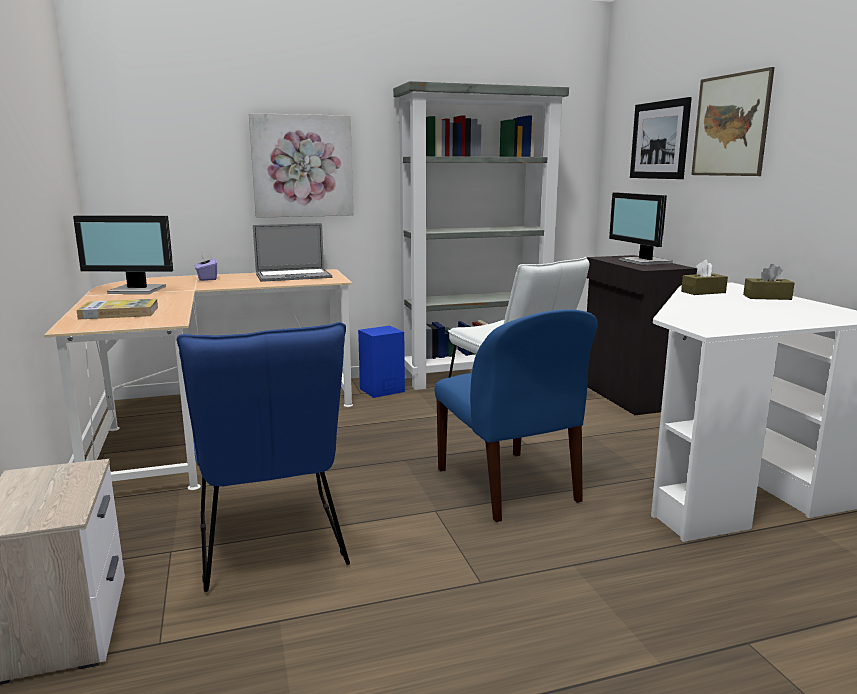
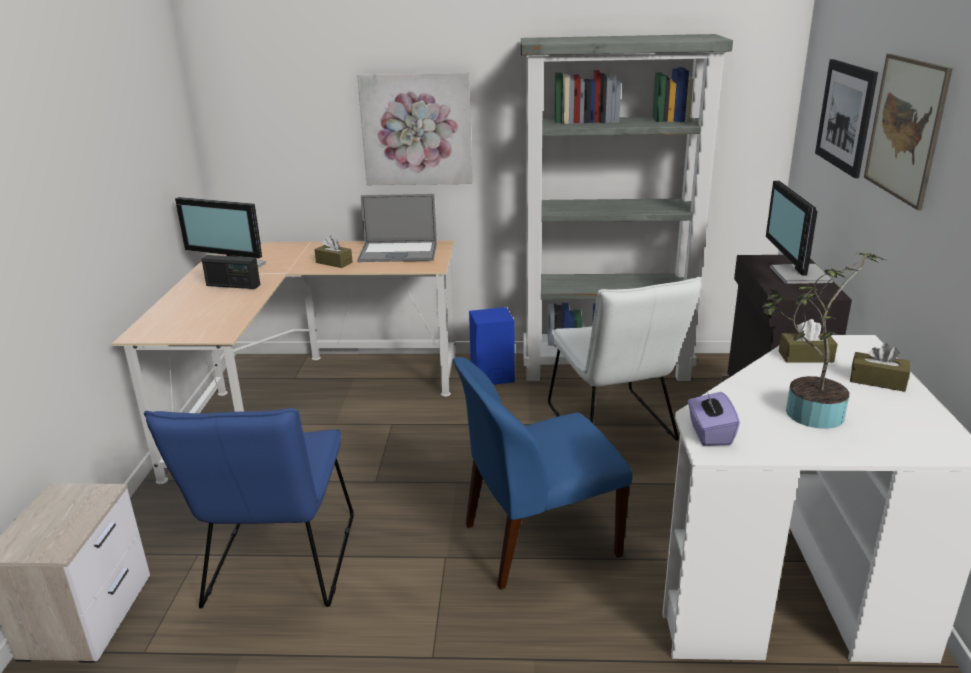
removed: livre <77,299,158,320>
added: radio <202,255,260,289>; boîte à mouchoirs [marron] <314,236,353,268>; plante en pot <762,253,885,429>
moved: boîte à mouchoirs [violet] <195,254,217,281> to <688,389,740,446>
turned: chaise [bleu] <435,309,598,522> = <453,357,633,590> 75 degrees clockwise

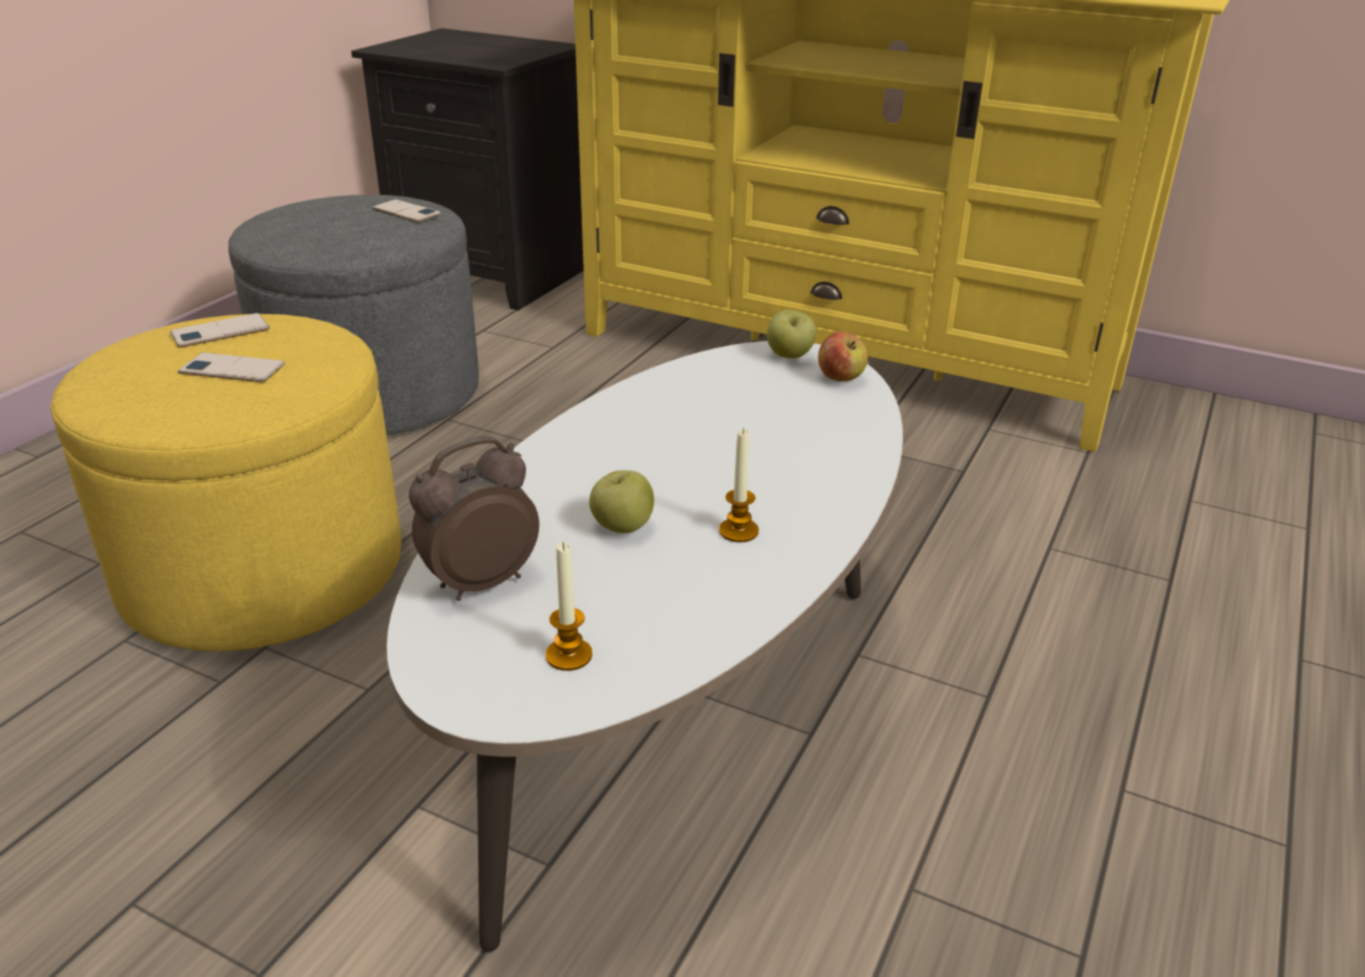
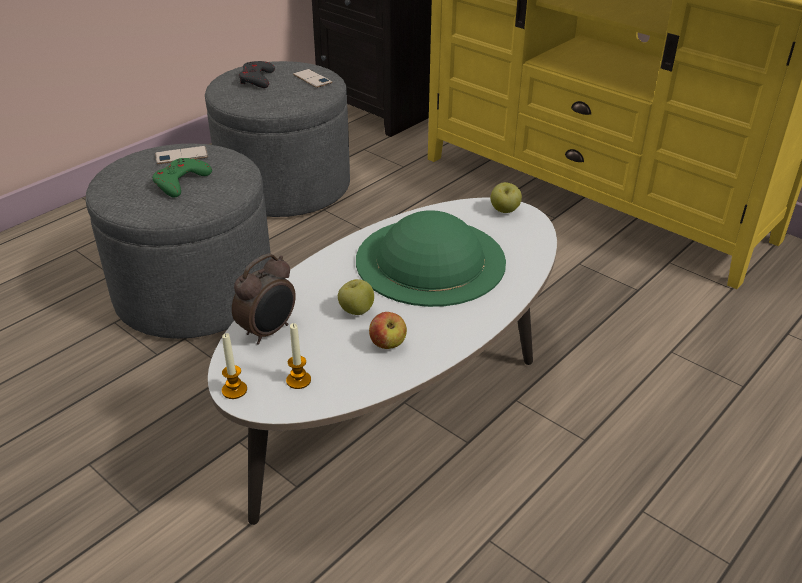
added: manette [gris] <239,61,275,88>; chapeau [vert] <356,210,506,307>
moved: bougie <719,428,759,542> to <222,333,247,399>; pomme <818,332,868,382> to <369,312,407,349>
replaced: téléphone <178,353,285,382> to manette [vert] <152,158,212,197>
recoloured: pouf [jaune] <50,314,402,651> to pouf [gris] <86,143,271,339>
turned: réveil <409,436,539,601> = <232,253,296,345> 150 degrees clockwise

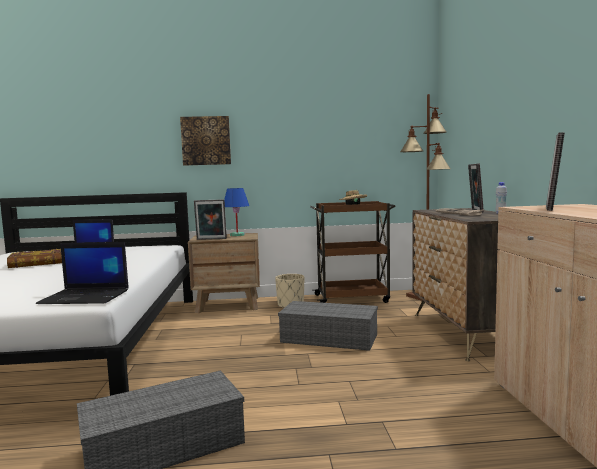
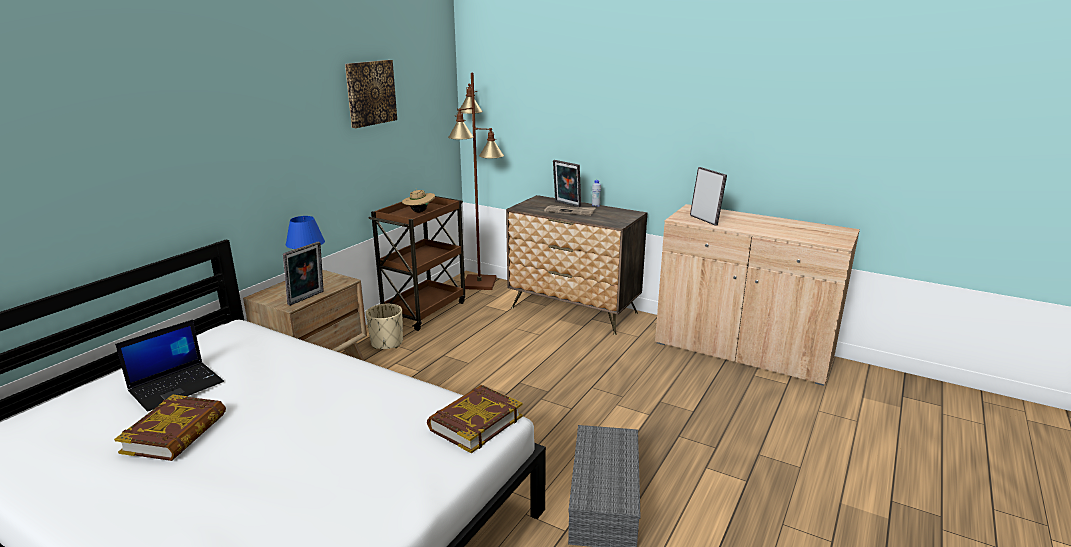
removed: boîte de rangement [gris] <278,301,378,351>
moved: tableau <180,116,231,166> to <345,60,397,128>
replaced: ordinateur portable <36,242,129,304> to livre <427,385,523,453>

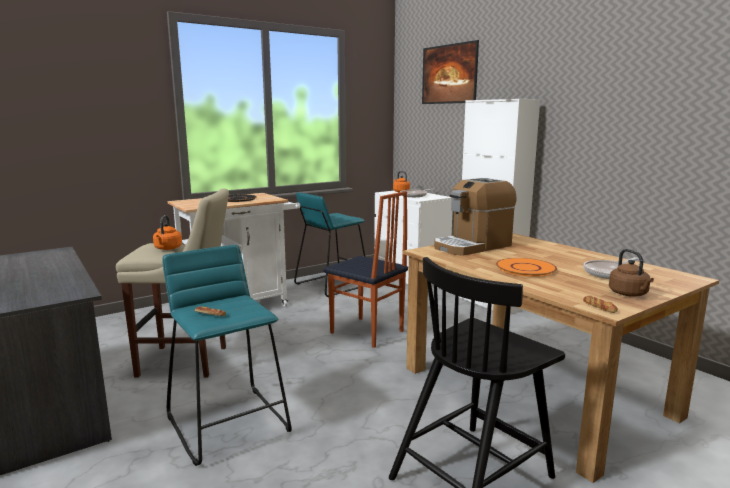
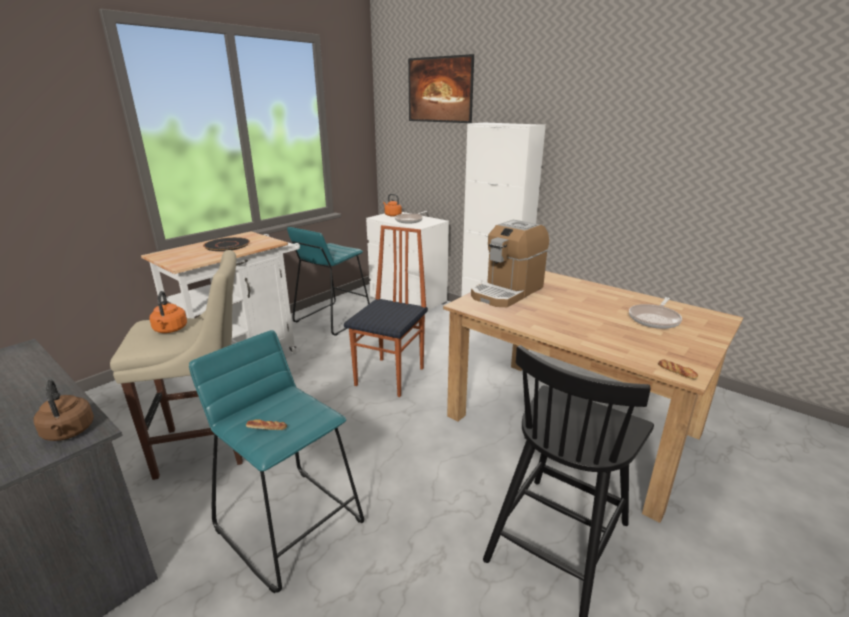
removed: assiette [orange] <496,258,557,277>
moved: bouilloire [marron] <609,249,654,296> to <33,380,94,441>
turned: chaise <323,191,408,348> = <344,225,428,397> 90 degrees counterclockwise

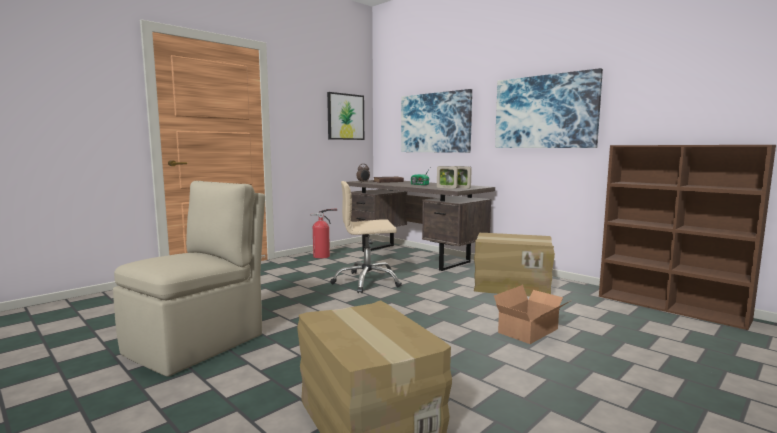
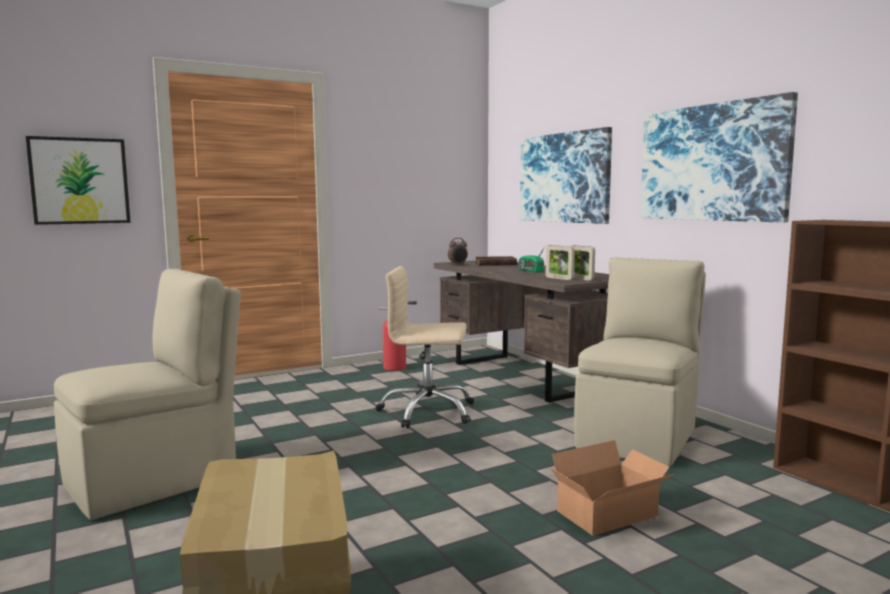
moved: tableau <327,92,364,140> to <26,136,131,225>
replaced: carton <474,233,555,296> to chaise [beige] <574,257,706,467>

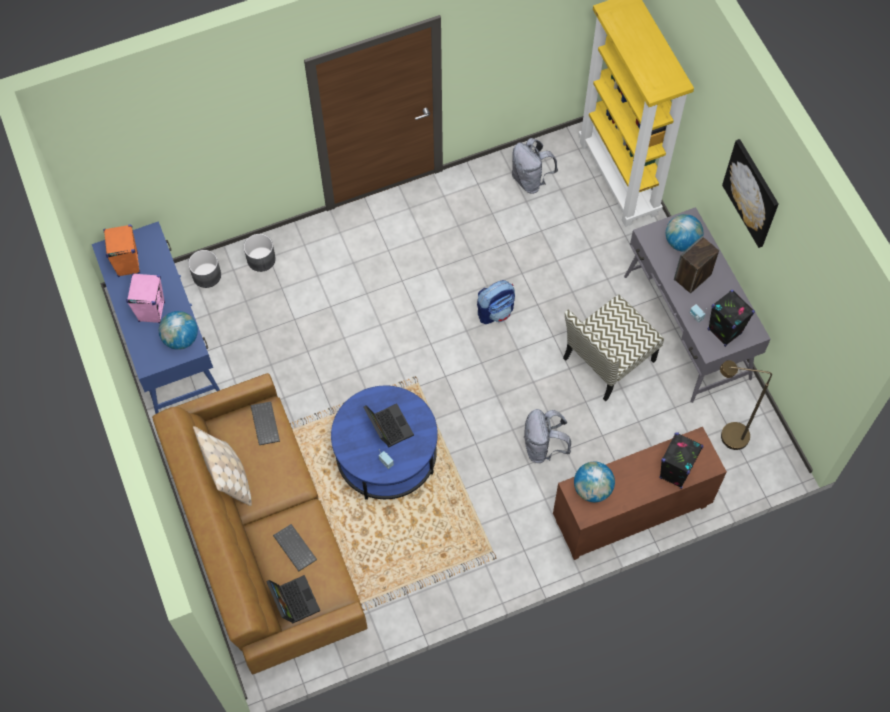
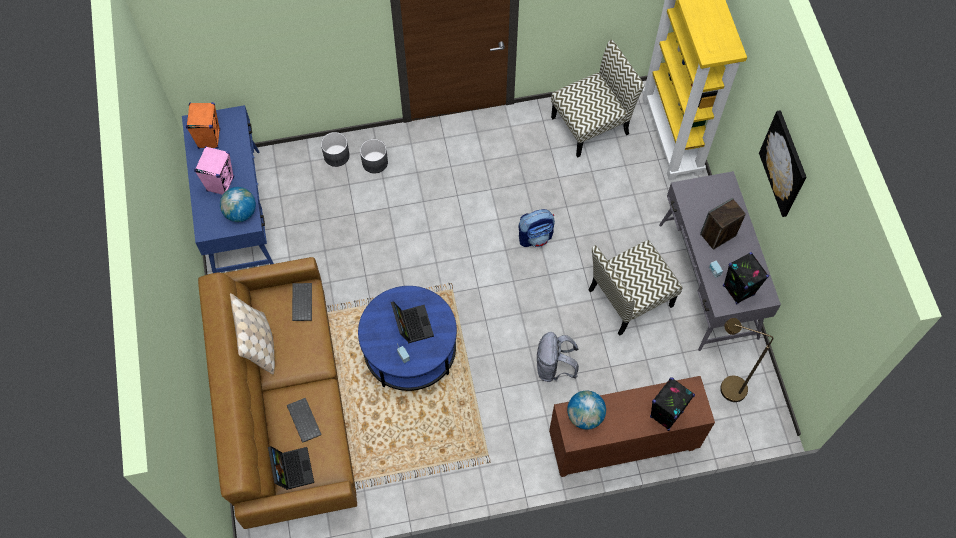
removed: globe <666,214,703,252>
moved: cache-pot [gris] <188,250,221,288> to <360,139,388,173>
replaced: sac à dos [gris] <512,138,558,194> to chaise <551,40,645,157>

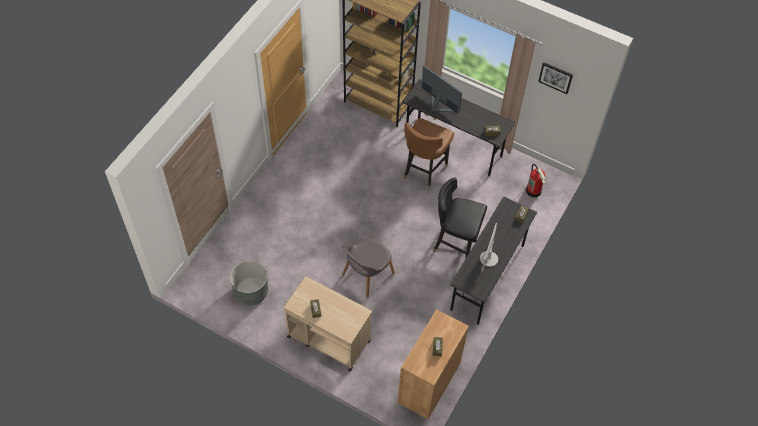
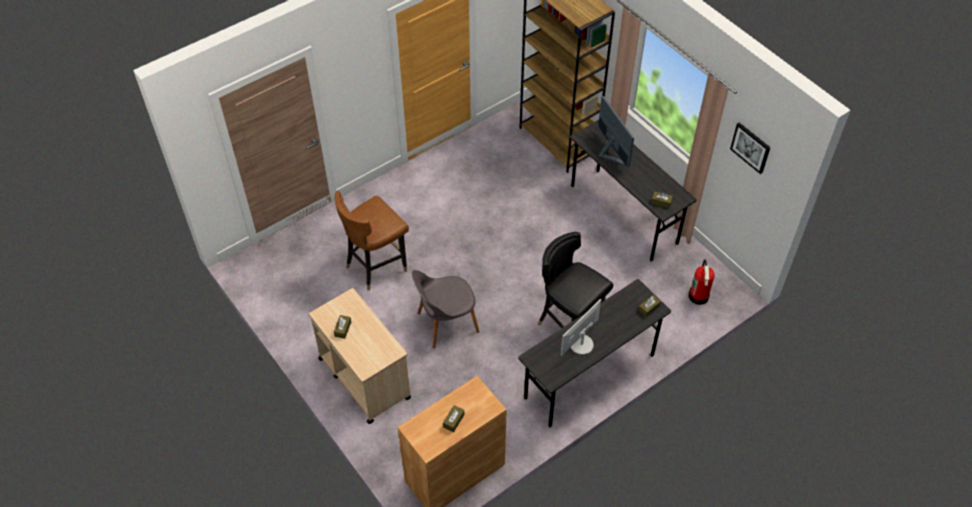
removed: cache-pot [gris] <230,261,268,305>
moved: chaise [marron] <403,118,454,190> to <334,191,409,291>

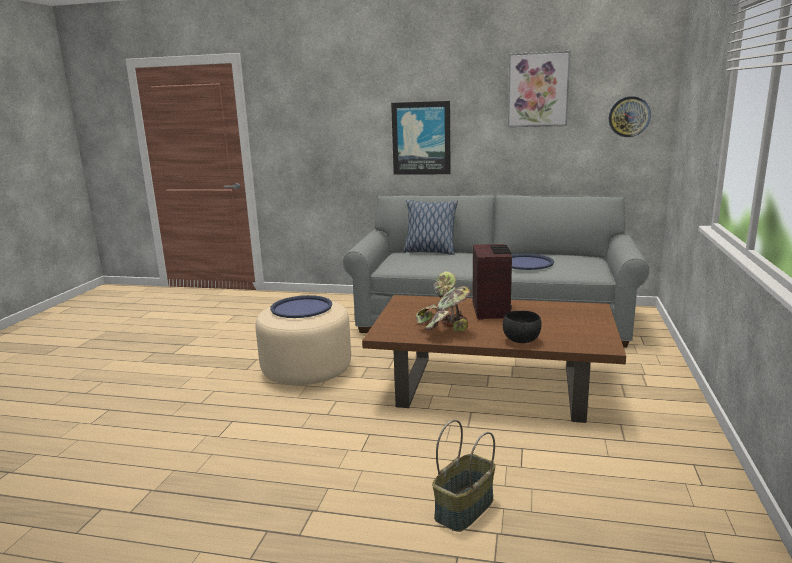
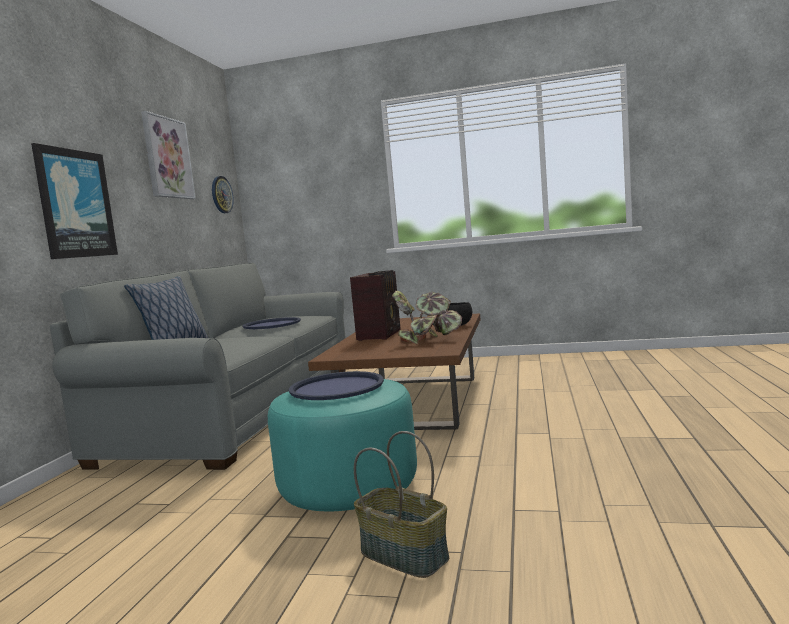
moved: panier <432,420,495,532> to <354,431,449,578>
recoloured: pouf [beige] <256,301,351,385> to pouf [turquoise] <268,379,417,511>
turned: radio <473,244,512,320> = <350,270,401,341> 105 degrees clockwise

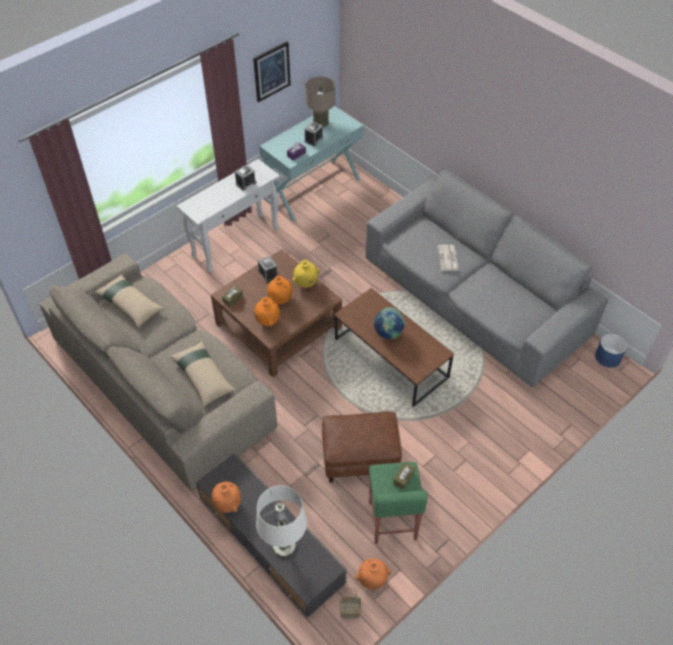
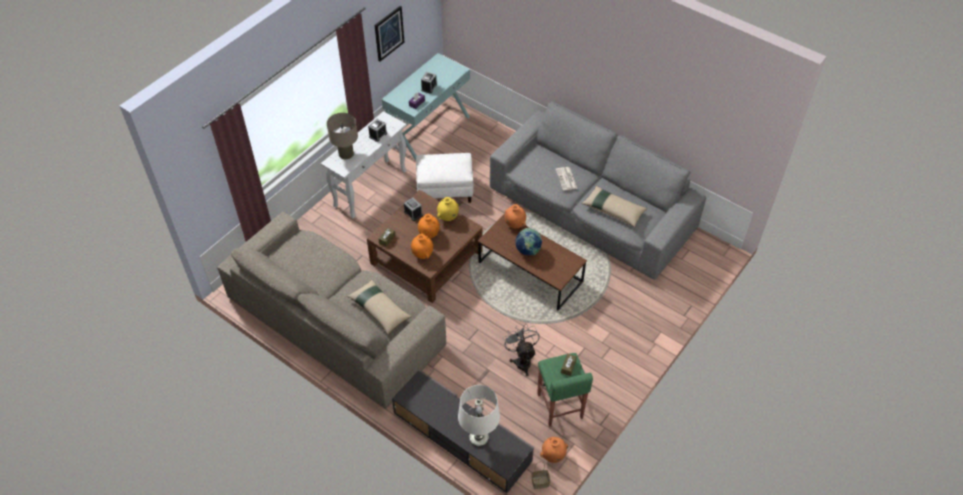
removed: cache-pot [bleu] <595,333,627,368>
added: pouf [blanc] <416,153,474,203>
moved: coussin [beige] <94,274,164,328> to <582,186,647,227>; vase [orange] <211,482,241,513> to <505,204,526,228>; lampe de table [beige] <305,76,335,127> to <327,113,358,159>
replaced: pouf [marron] <322,411,402,483> to ventilateur [gris] <503,324,540,376>

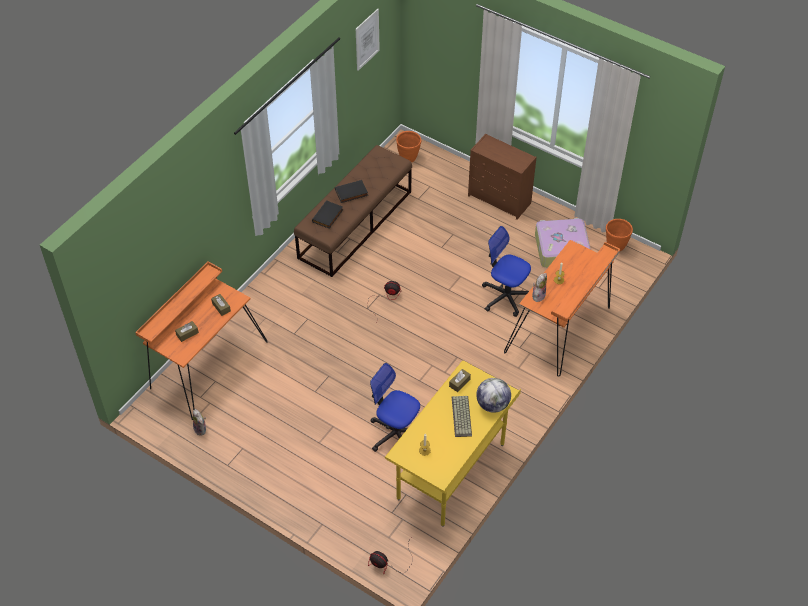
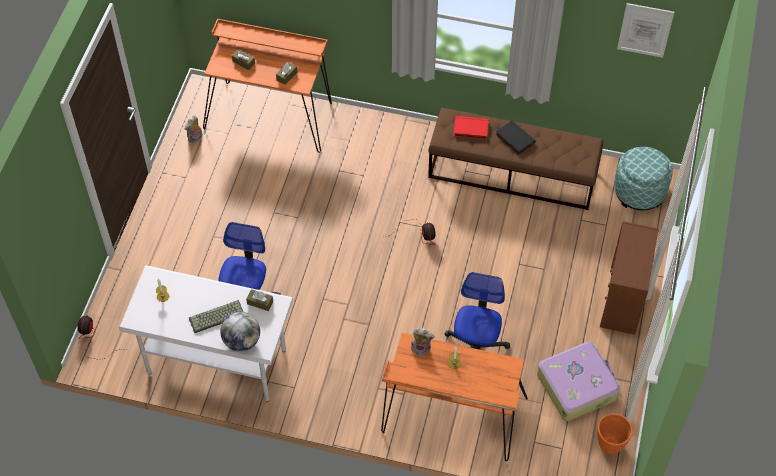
replaced: cache-pot [orange] <396,131,421,162> to pouf <614,147,673,210>
recoloured: livre [noir] <312,200,343,229> to livre [rouge] <453,116,489,140>; bureau [jaune] <385,360,521,527> to bureau [blanc] <118,265,293,402>

